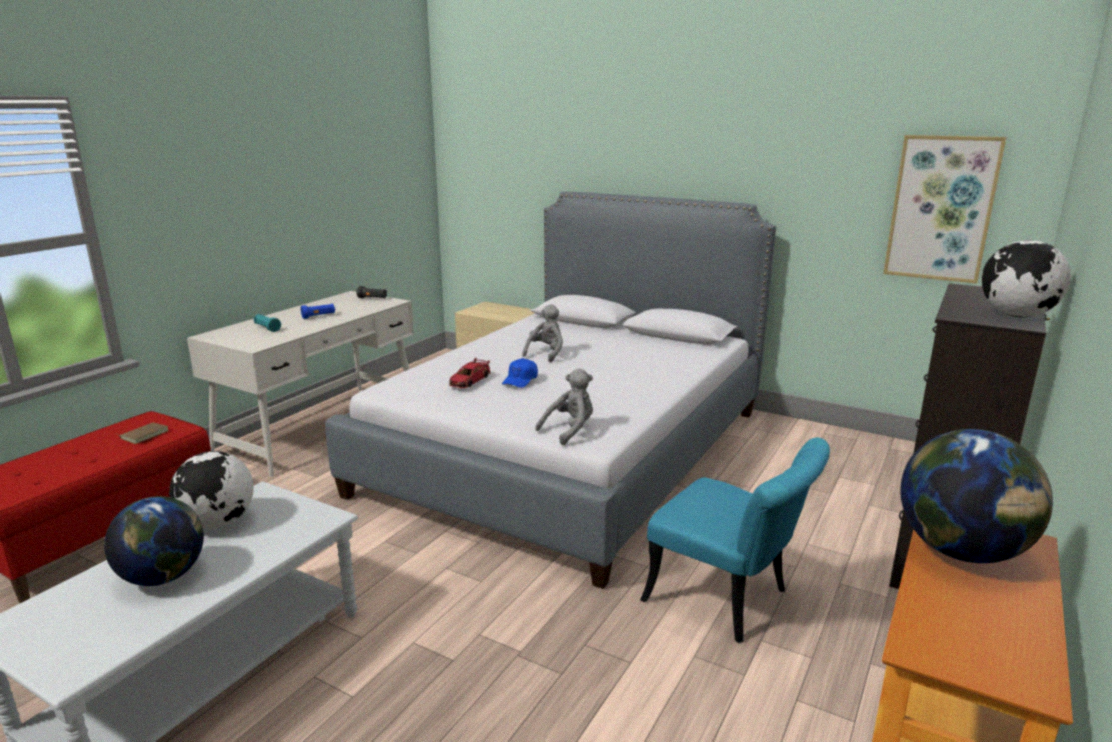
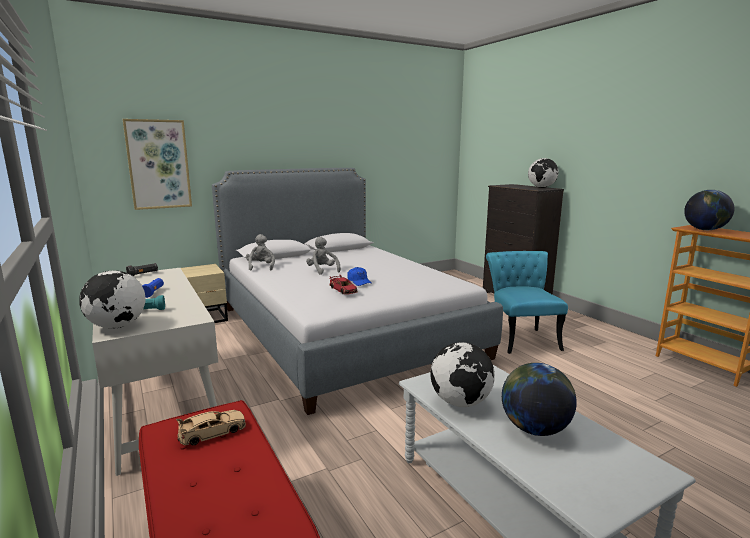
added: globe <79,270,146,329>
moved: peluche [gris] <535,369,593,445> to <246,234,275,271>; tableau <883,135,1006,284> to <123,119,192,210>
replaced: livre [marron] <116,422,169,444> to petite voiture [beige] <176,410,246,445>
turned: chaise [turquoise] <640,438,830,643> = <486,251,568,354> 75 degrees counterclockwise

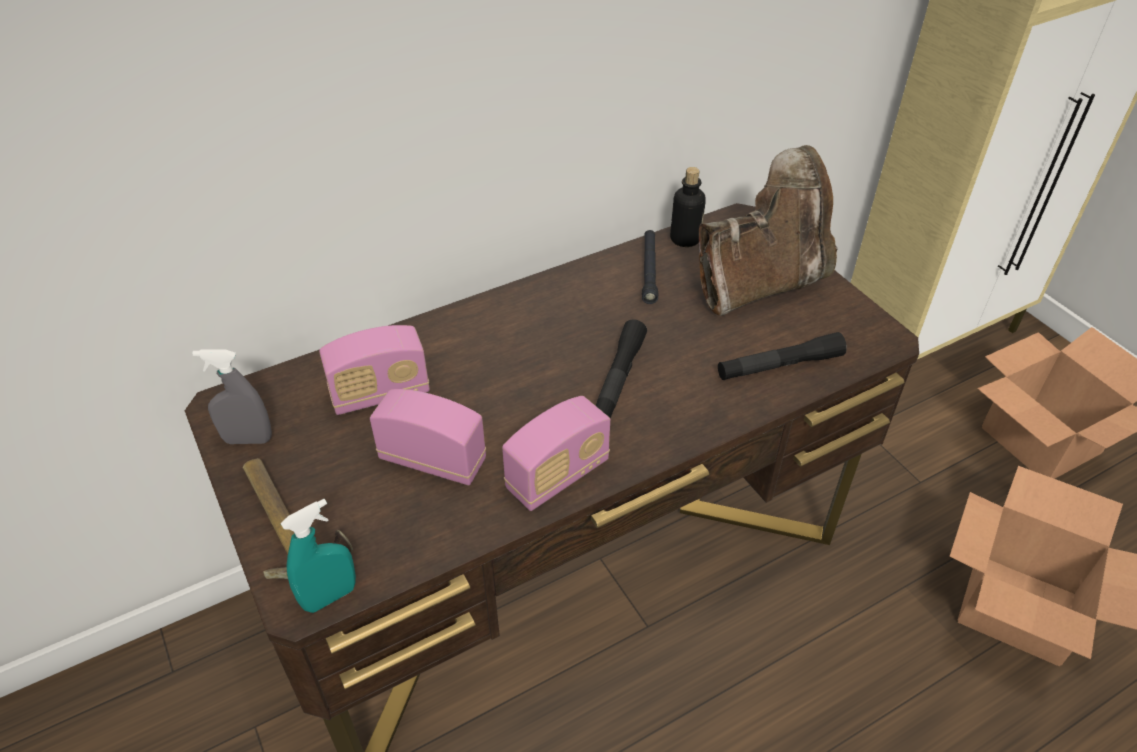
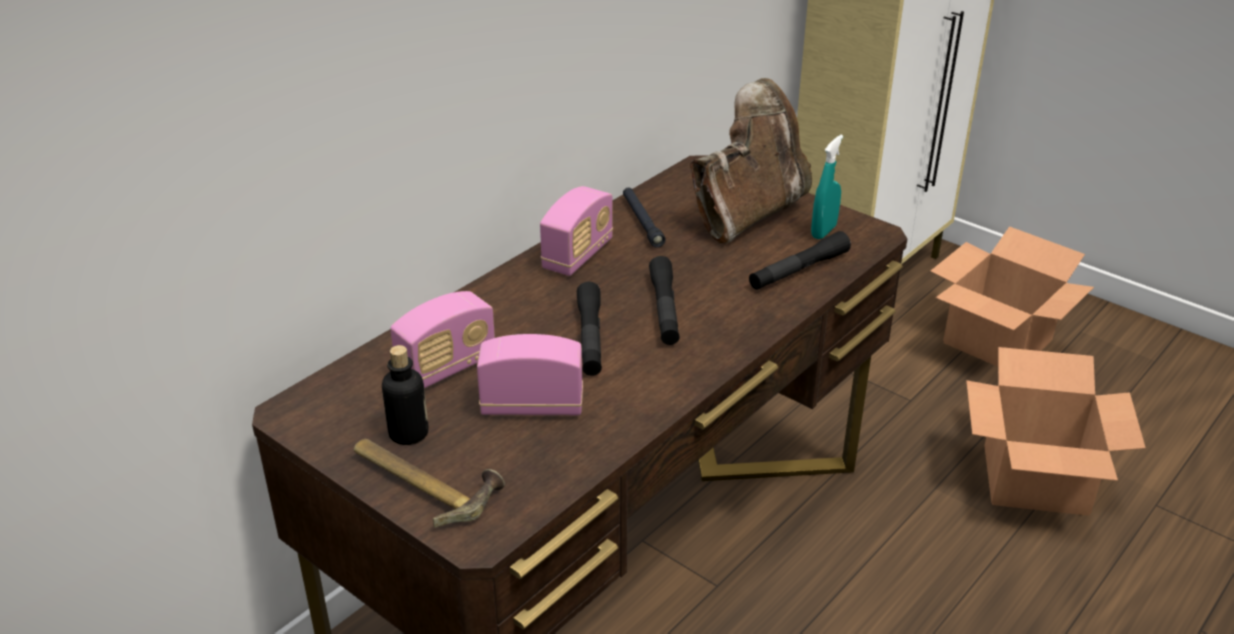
removed: vaporisateur [gris] <193,349,272,444>
added: lampe de poche [noir] <577,281,602,376>
moved: vaporisateur [turquoise] <281,499,356,613> to <811,135,843,239>; radio <502,396,610,511> to <540,186,613,276>; bouteille <670,167,706,247> to <382,345,429,445>

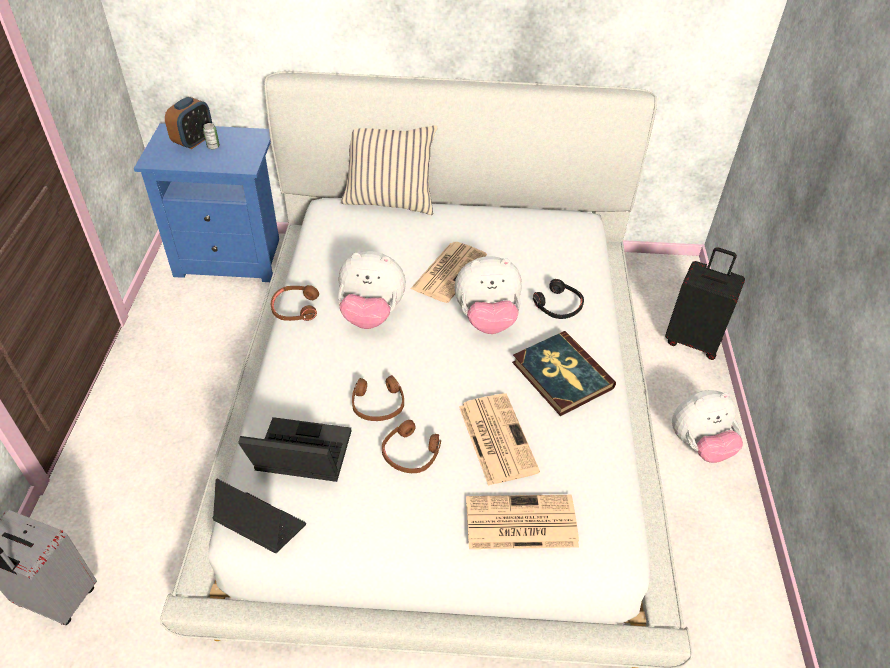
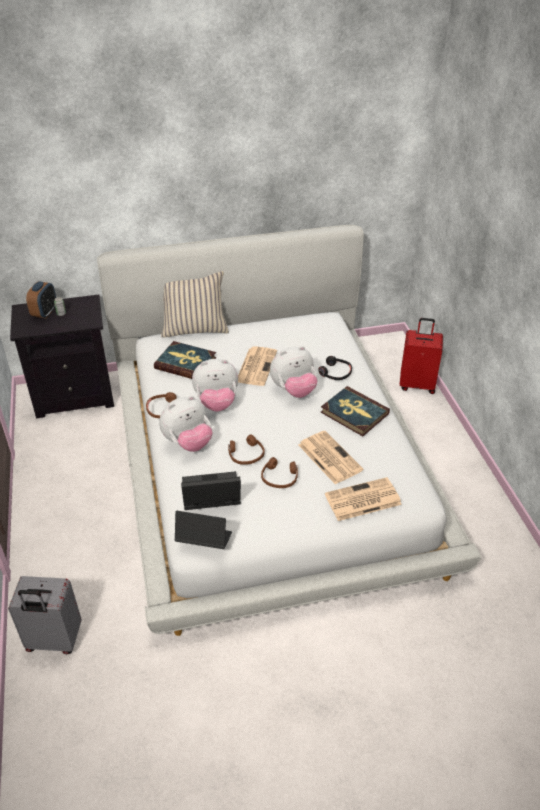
added: livre <154,341,216,379>
moved: peluche <672,390,743,463> to <159,396,212,452>
recoloured: table de chevet [bleu] <134,123,279,282> to table de chevet [noir] <10,295,114,418>; valise [noir] <665,247,745,360> to valise [rouge] <400,318,443,394>

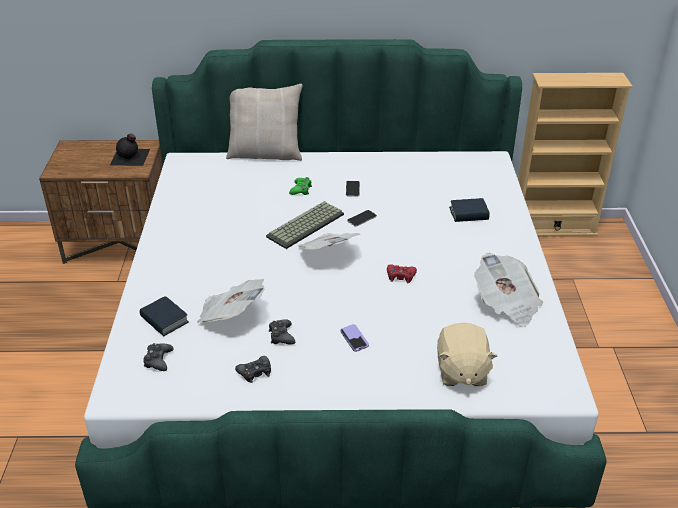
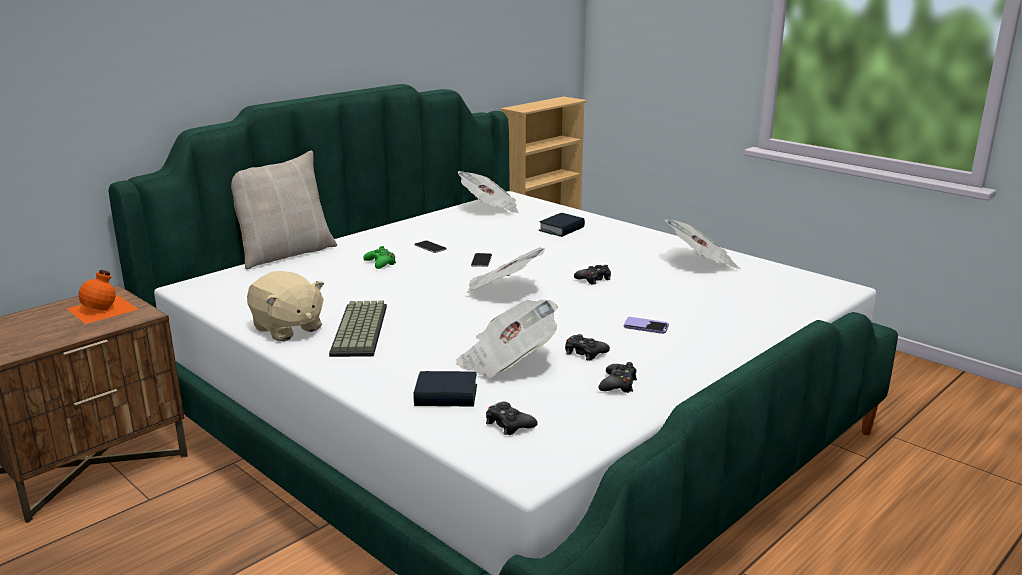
added: journal <457,171,518,213>
moved: clavier <266,201,344,249> to <329,301,387,357>; peluche [beige] <437,323,497,386> to <247,271,324,341>
recoloured: bouteille [noir] <110,134,150,166> to bouteille [orange] <67,270,139,324>; manette [rouge] <387,264,417,283> to manette [noir] <574,265,611,285>

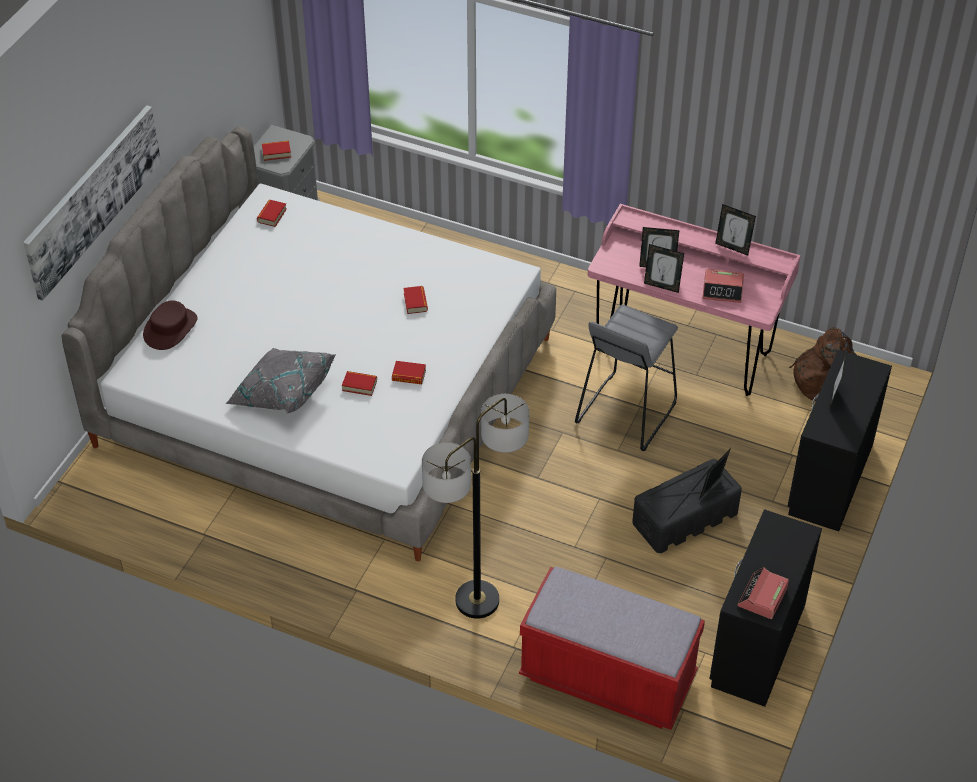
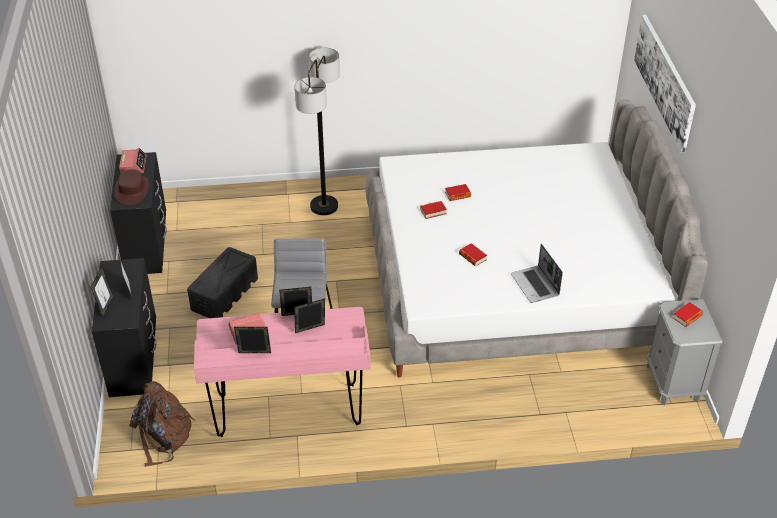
removed: coussin [gris] <226,348,336,413>; livre <257,200,287,227>; banc [rouge] <519,567,705,730>
added: ordinateur portable <511,244,563,303>
moved: chapeau [marron] <143,301,197,350> to <114,169,149,205>; cadre photo <699,448,731,499> to <90,266,114,317>

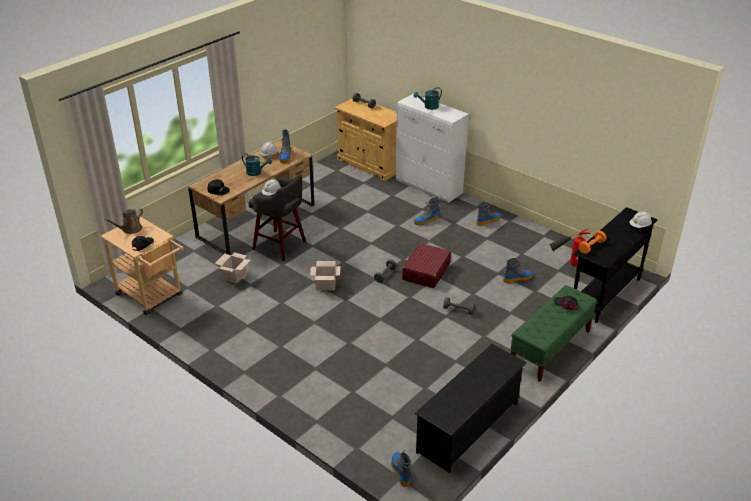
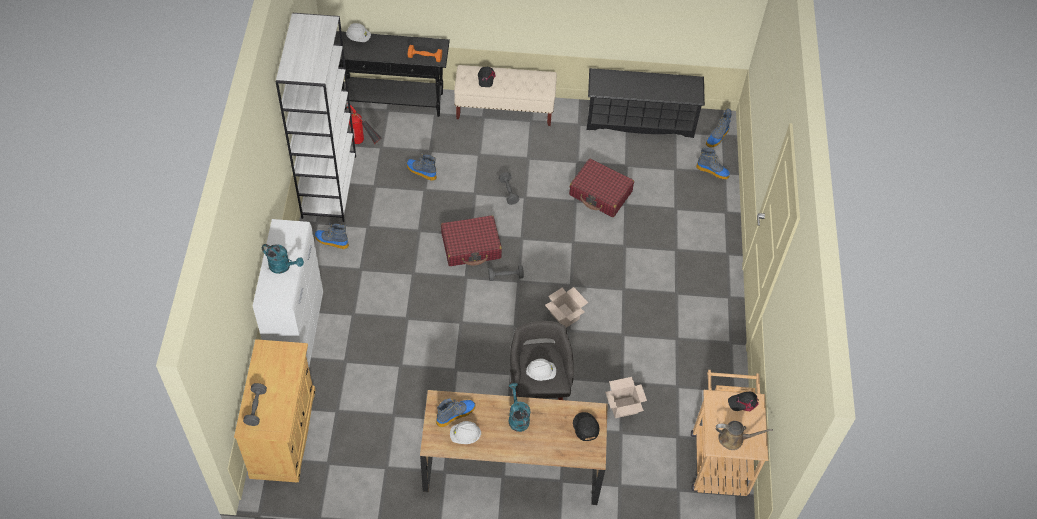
added: bibliothèque [blanc] <276,13,356,222>; valise [rouge] <569,158,634,217>
moved: botte <414,197,439,225> to <696,147,730,179>
recoloured: banc [vert] <510,285,597,382> to banc [beige] <454,65,557,126>

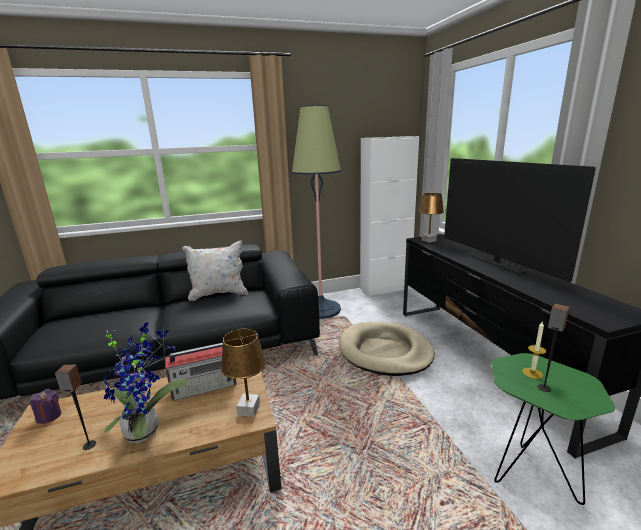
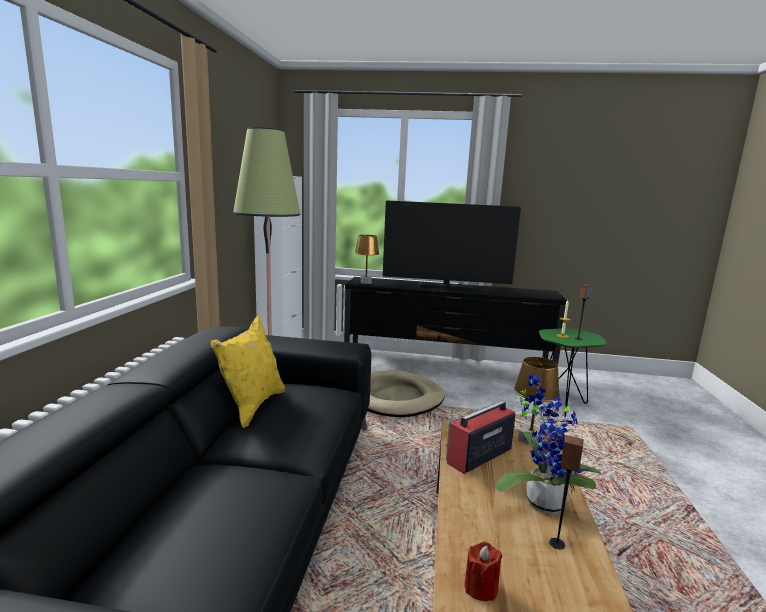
recoloured: bougie [violet] <30,389,61,424> to bougie [rouge] <464,542,502,601>; coussin [blanc] <183,240,248,301> to coussin [jaune] <211,315,285,428>
turned: radio <165,343,237,401> = <446,401,515,474> 135 degrees counterclockwise

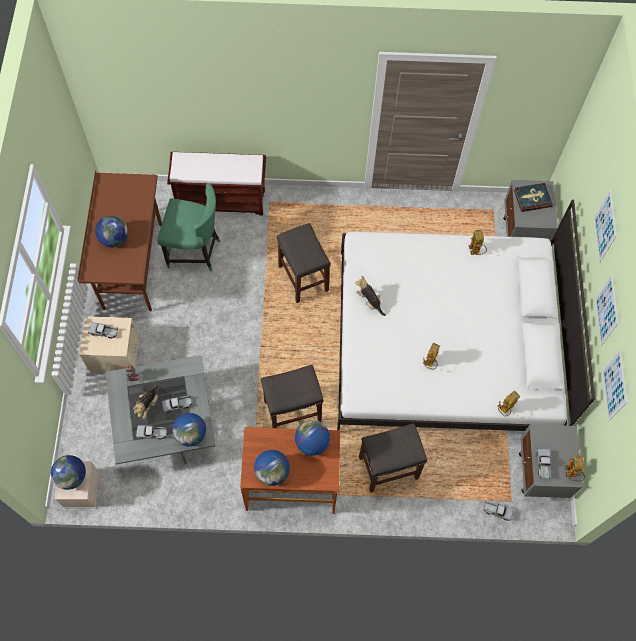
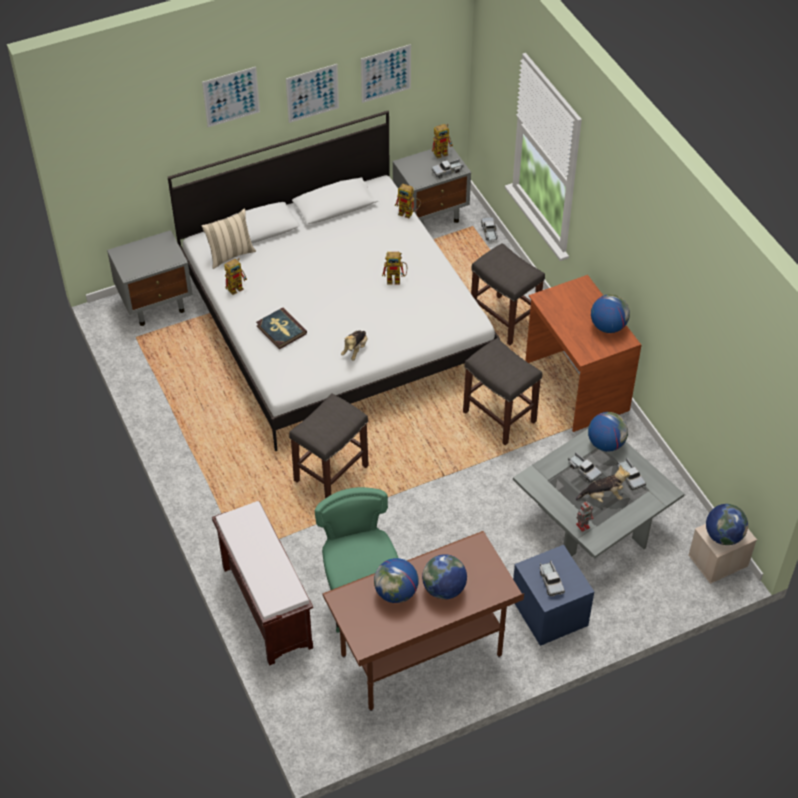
added: coussin [beige] <202,208,256,269>
moved: globe <295,420,330,456> to <374,558,418,603>; livre <514,183,553,212> to <256,308,307,349>
recoloured: table de chevet [beige] <79,316,139,373> to table de chevet [bleu] <513,545,594,646>

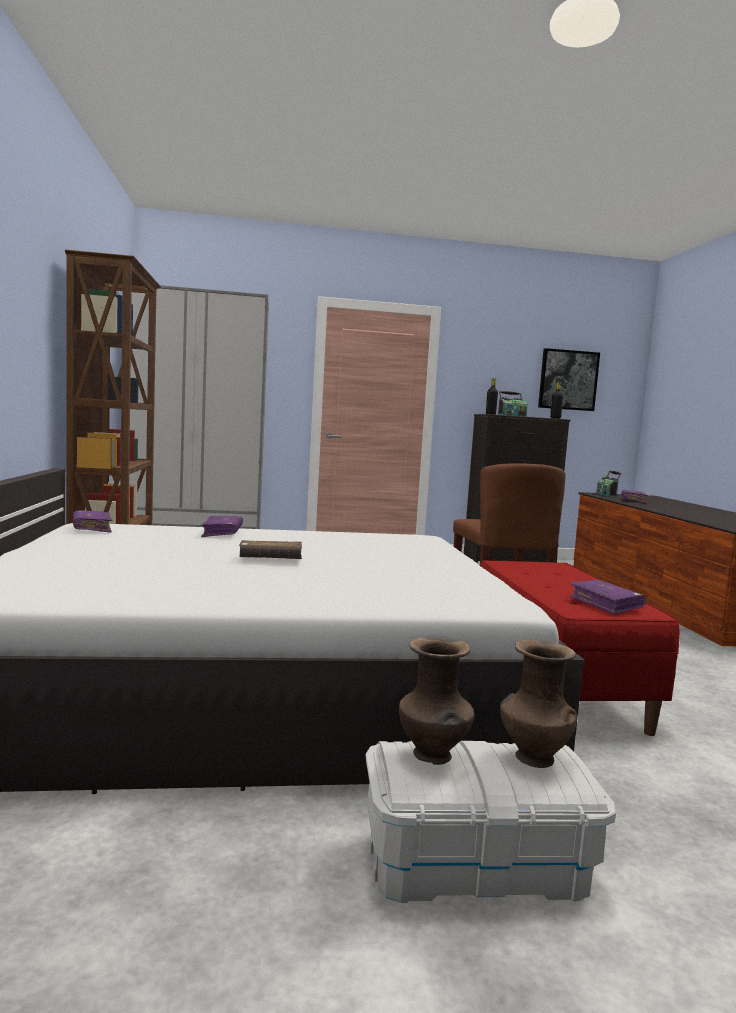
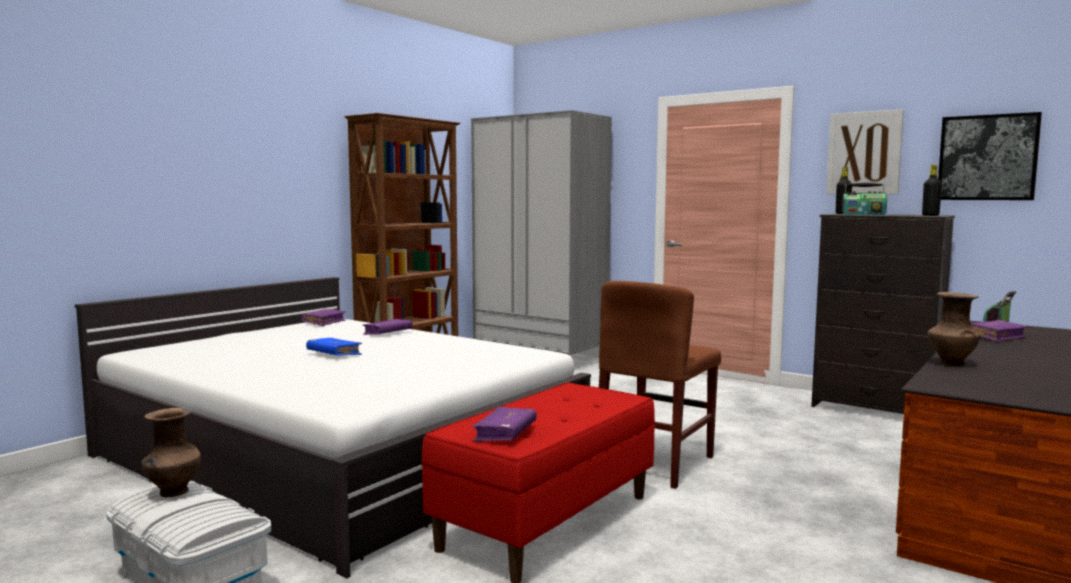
added: tableau <827,109,904,194>
moved: vase [marron] <500,639,577,768> to <927,292,980,367>
recoloured: livre [marron] <239,540,302,559> to livre [bleu] <306,338,362,356>

